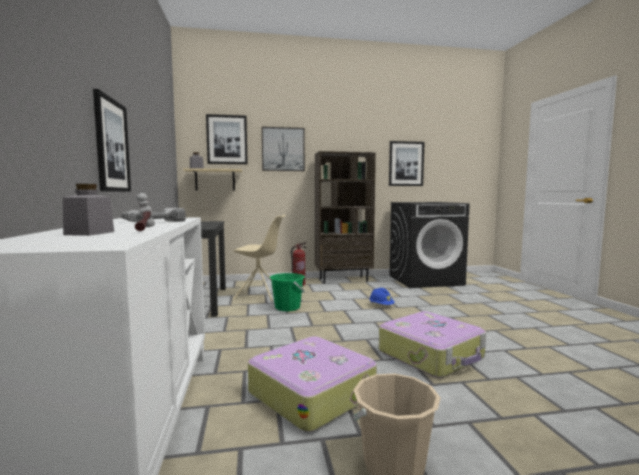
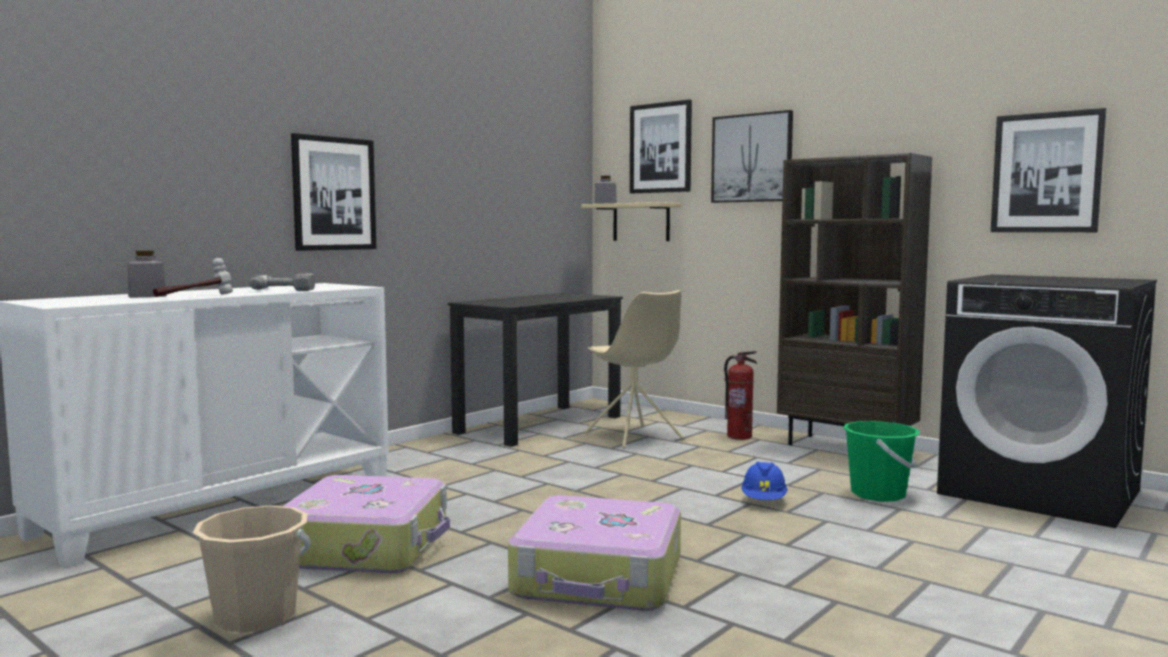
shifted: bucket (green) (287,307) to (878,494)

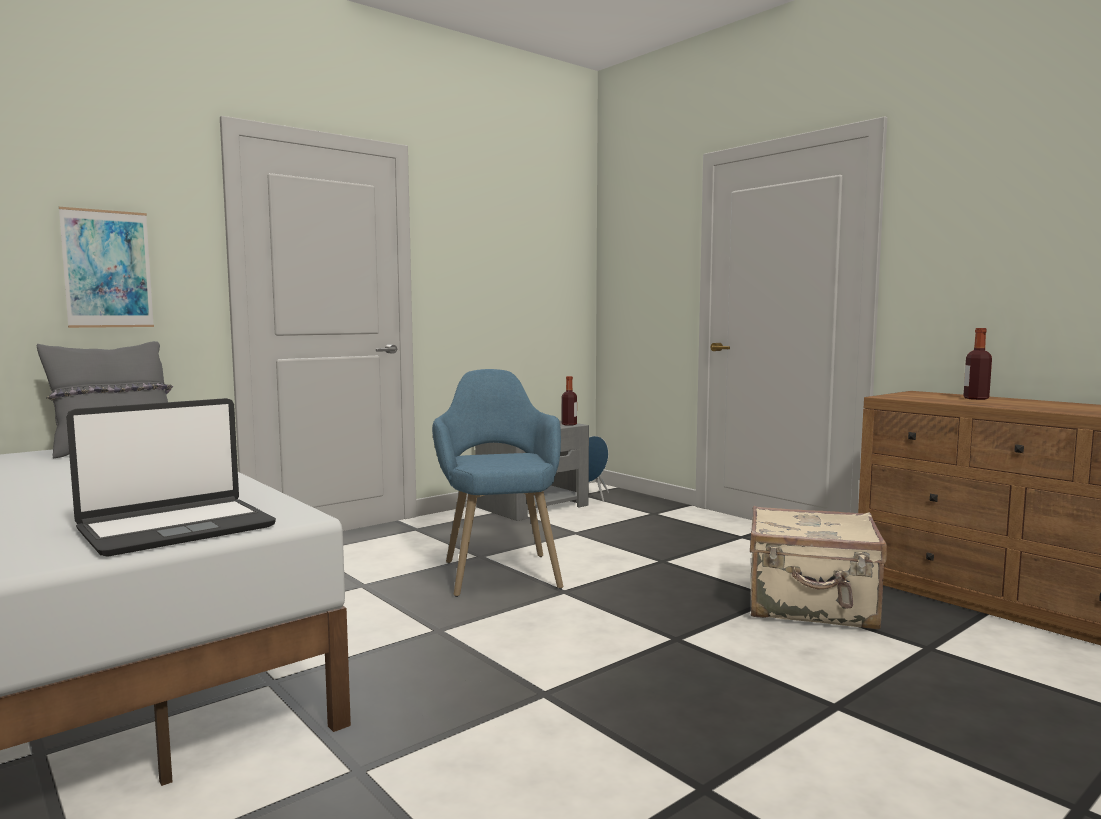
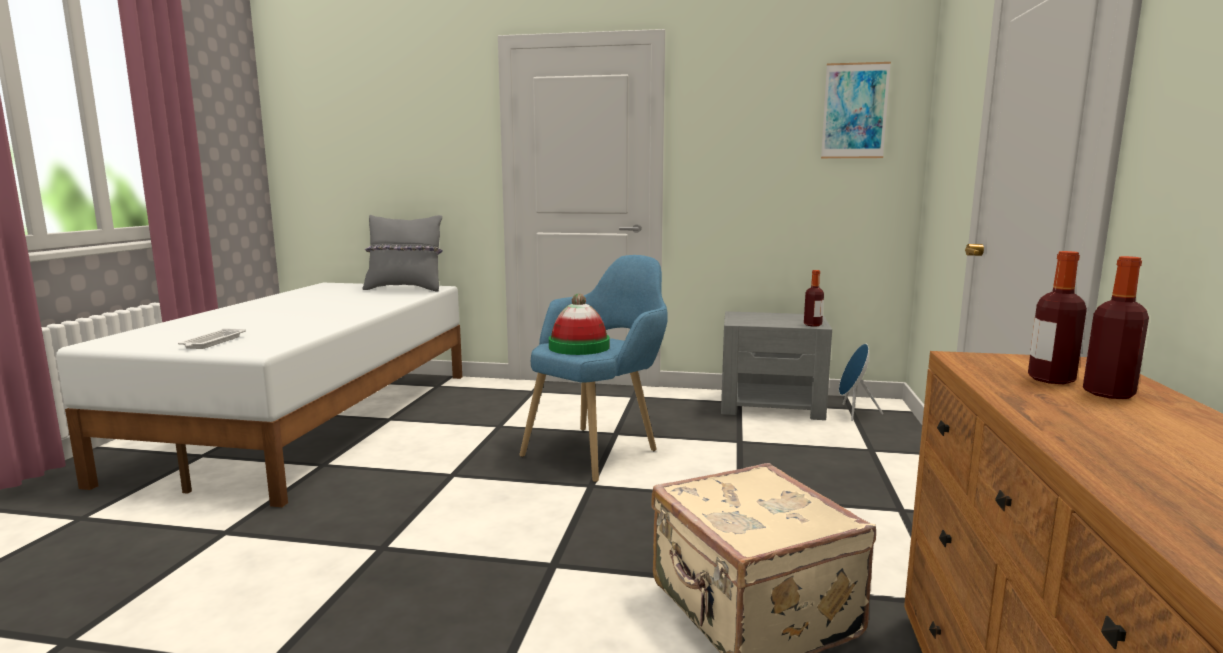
new: hat (579,347); bottle (1051,379)
shifted: picture (107,269) to (854,111)
swapped: laptop (176,528) to tray (white) (212,342)

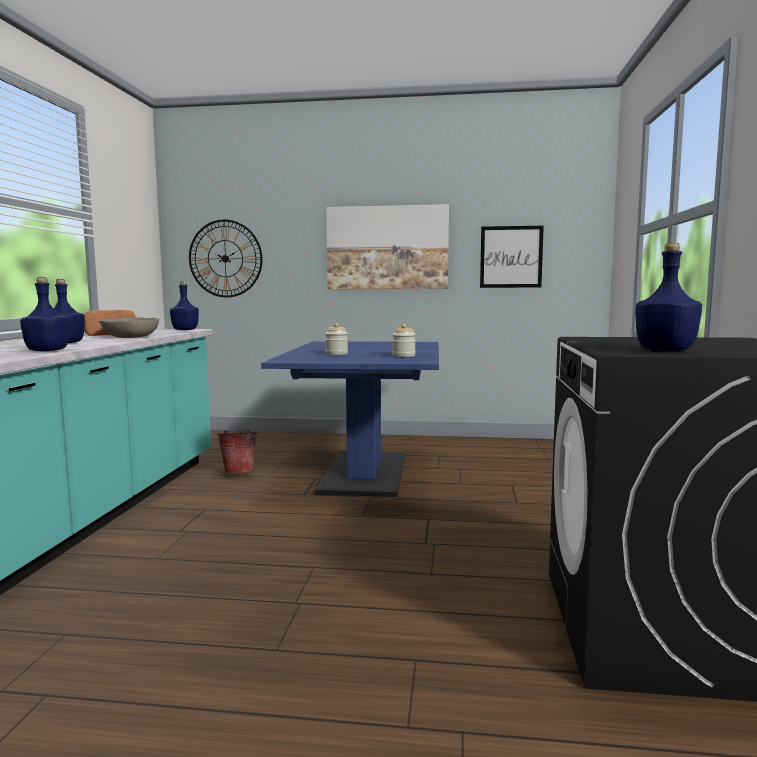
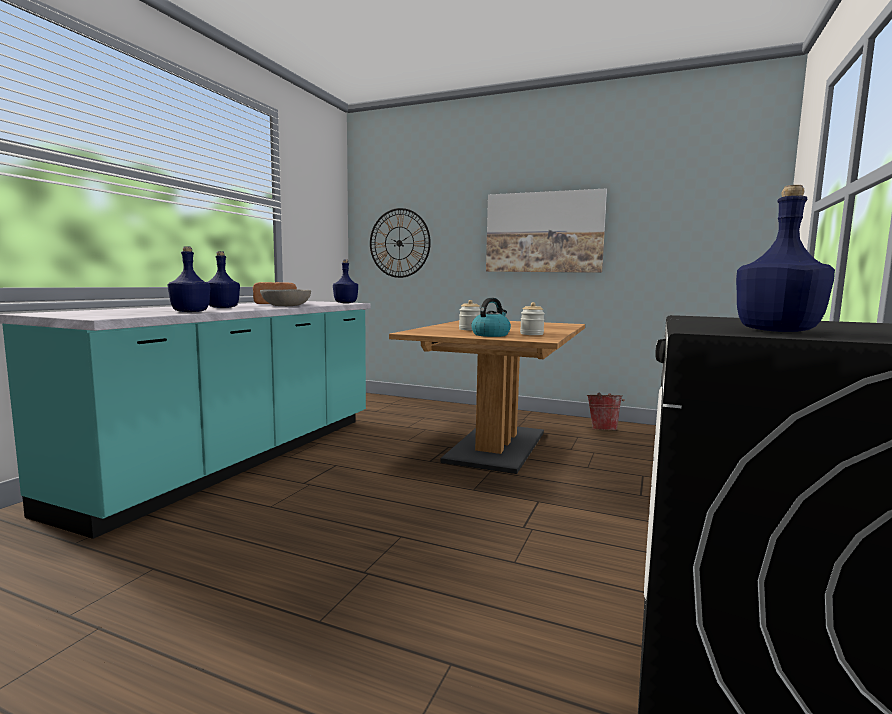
gone: picture (511,257)
new: kettle (491,335)
shifted: bucket (240,473) to (603,430)
repainted: dining table (blue) (365,473) to dining table (brown) (496,446)

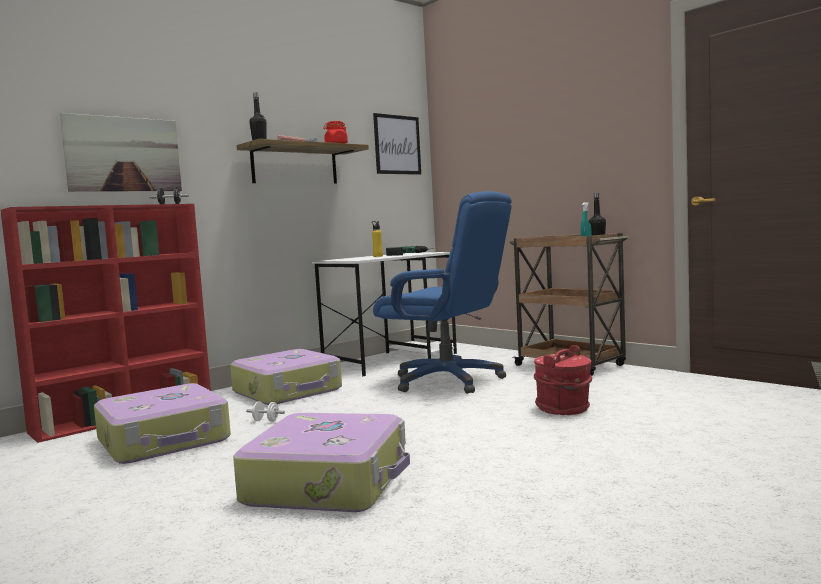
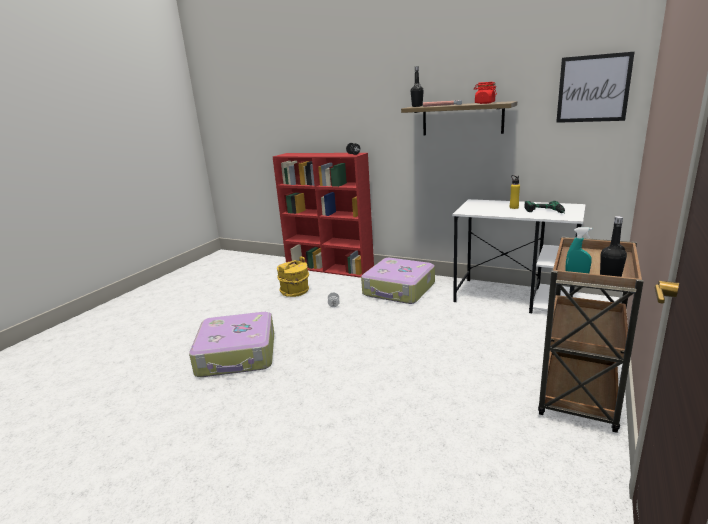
gone: picture (123,154); office chair (blue) (448,381); bucket (red) (564,409)
swapped: suitcase (165,440) to bucket (yellow) (295,291)

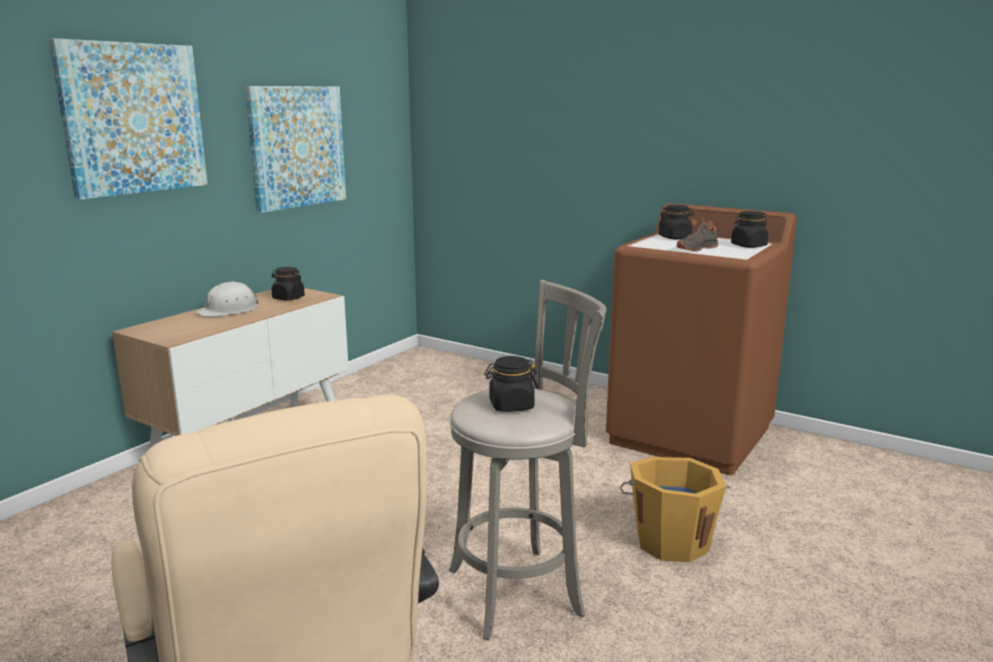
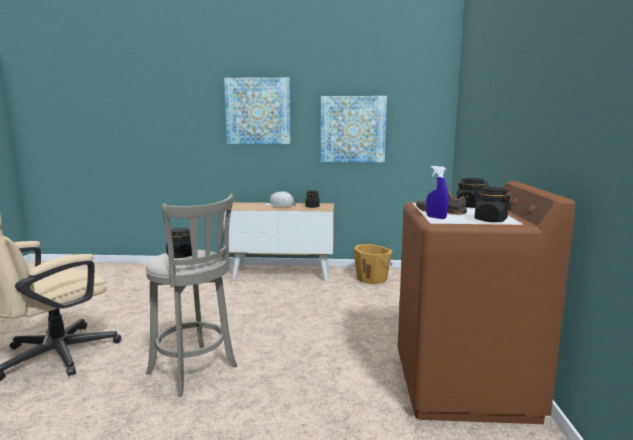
new: spray bottle (blue) (436,217)
shifted: bucket (orange) (671,540) to (372,278)

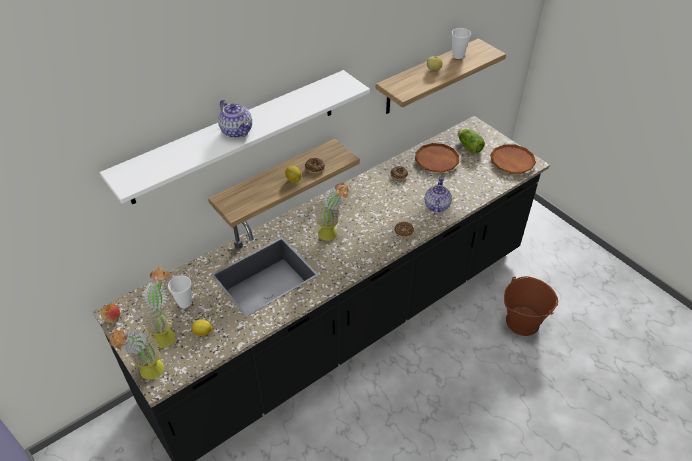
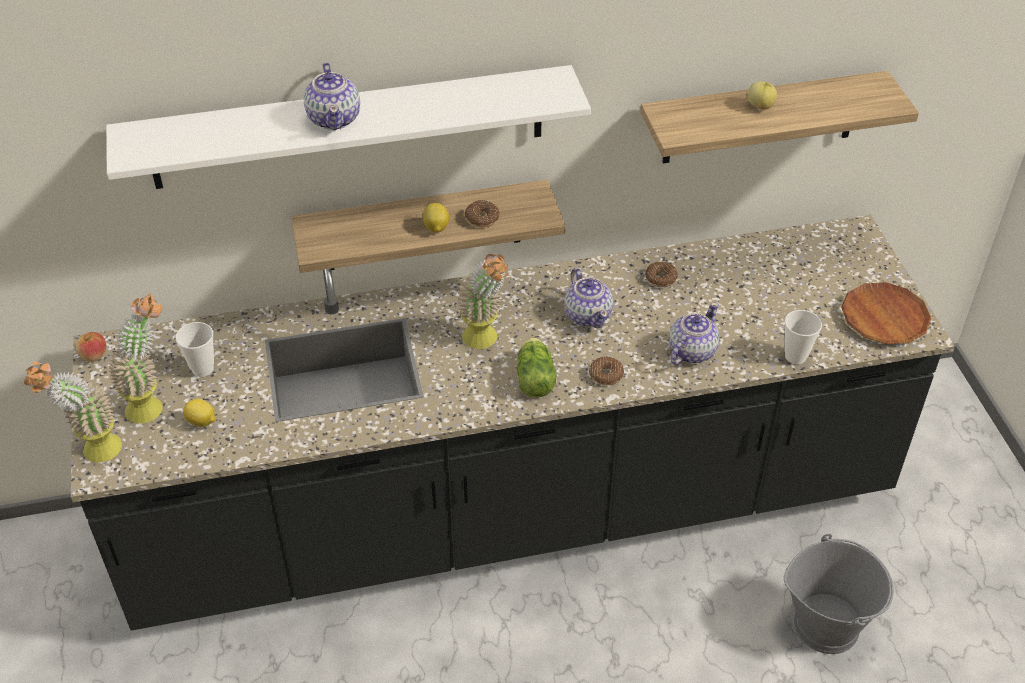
gone: plate (brown) (436,160)
new: teapot (588,315)
shifted: cup (458,56) to (795,356); lettuce (468,146) to (535,377)
repainted: bucket (brown) (522,321) to bucket (grey) (826,624)

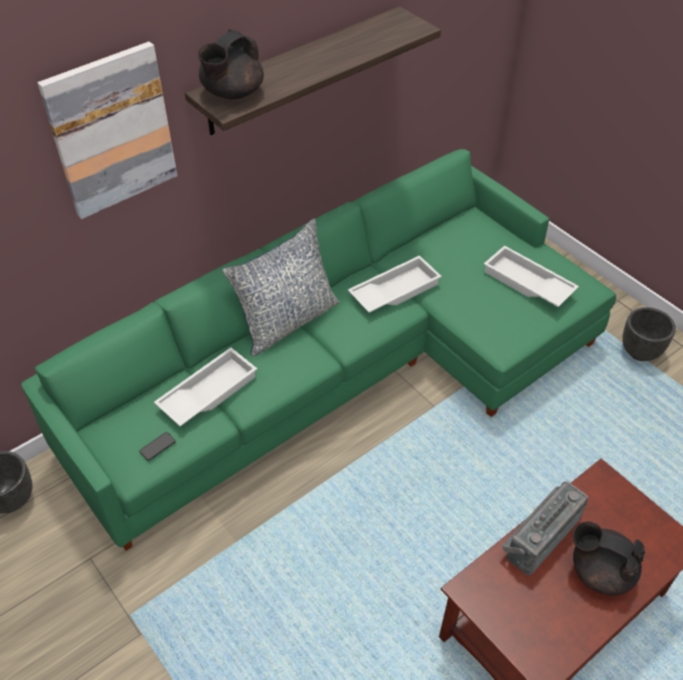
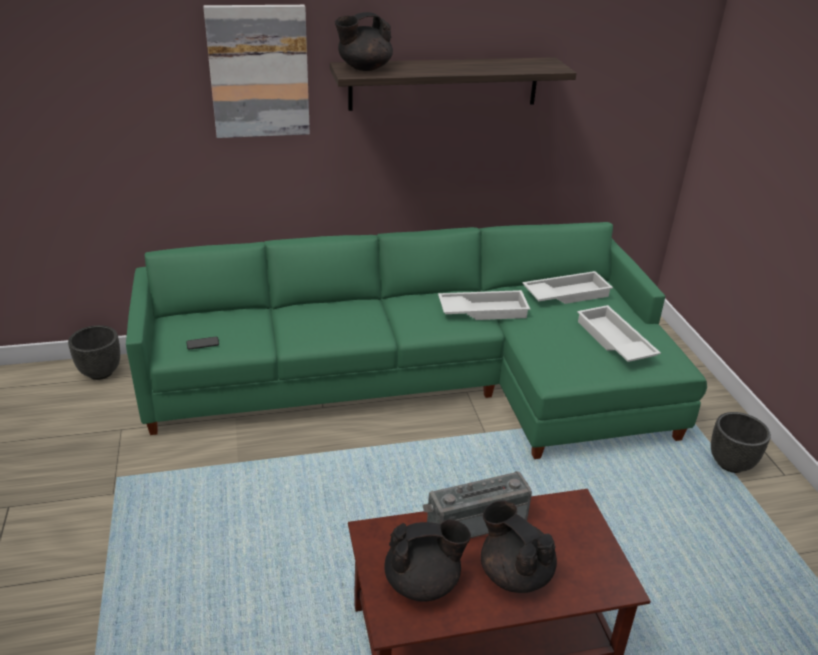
gone: pillow (286,321)
new: teapot (black) (423,582)
shifted: tray (white) (207,392) to (566,293)

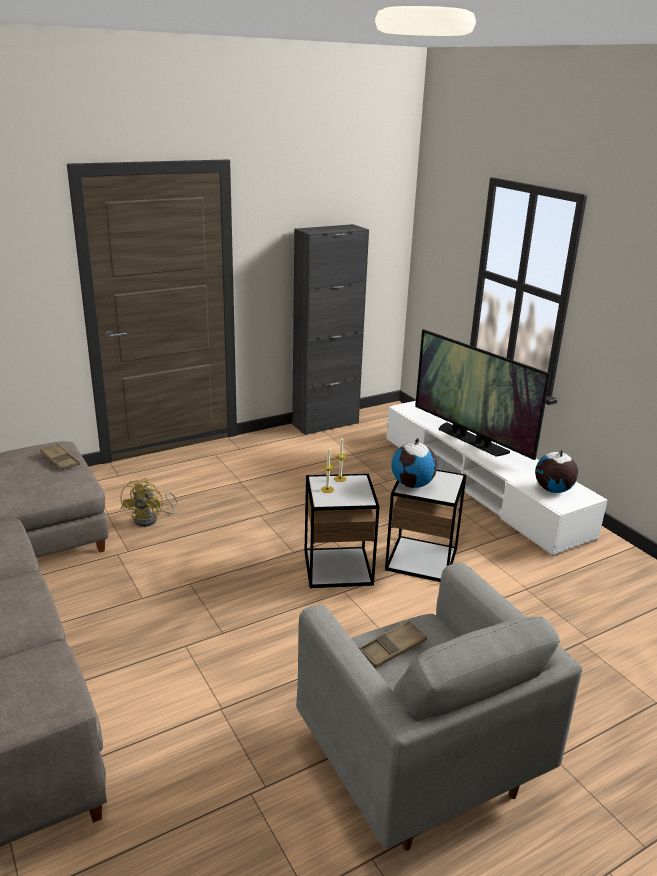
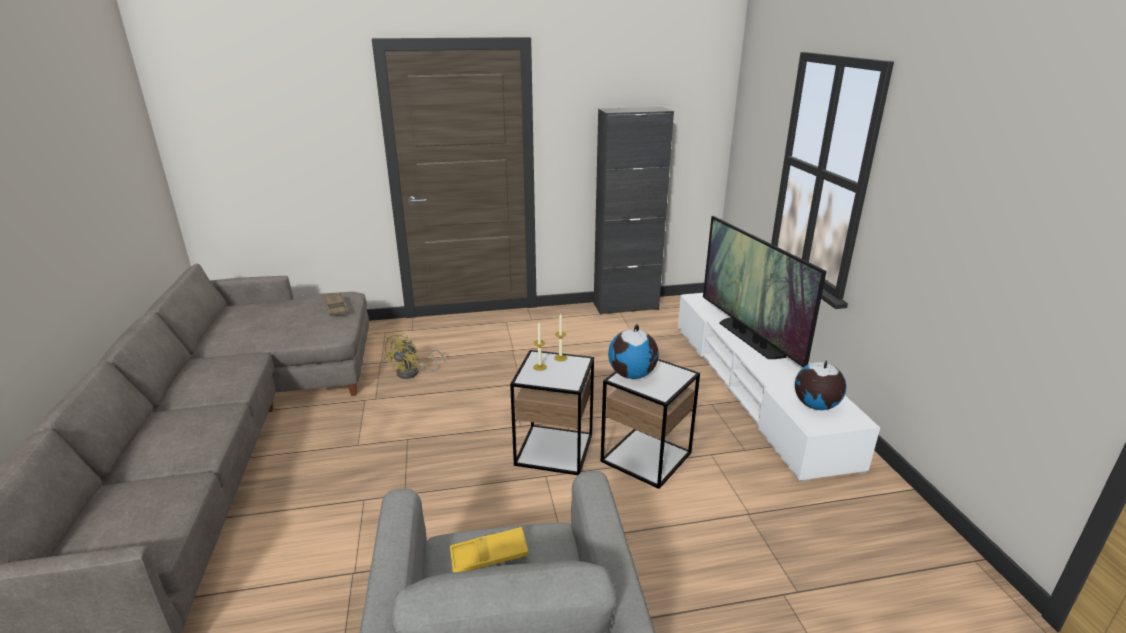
repainted: tray (brown) (392,648) to tray (yellow) (489,555)

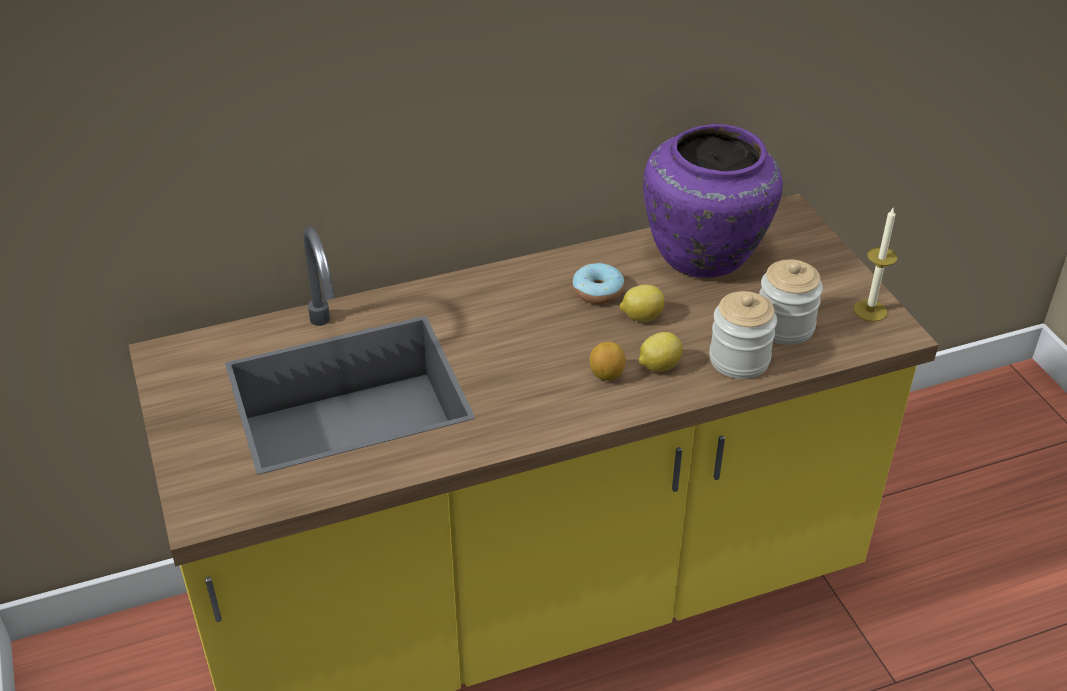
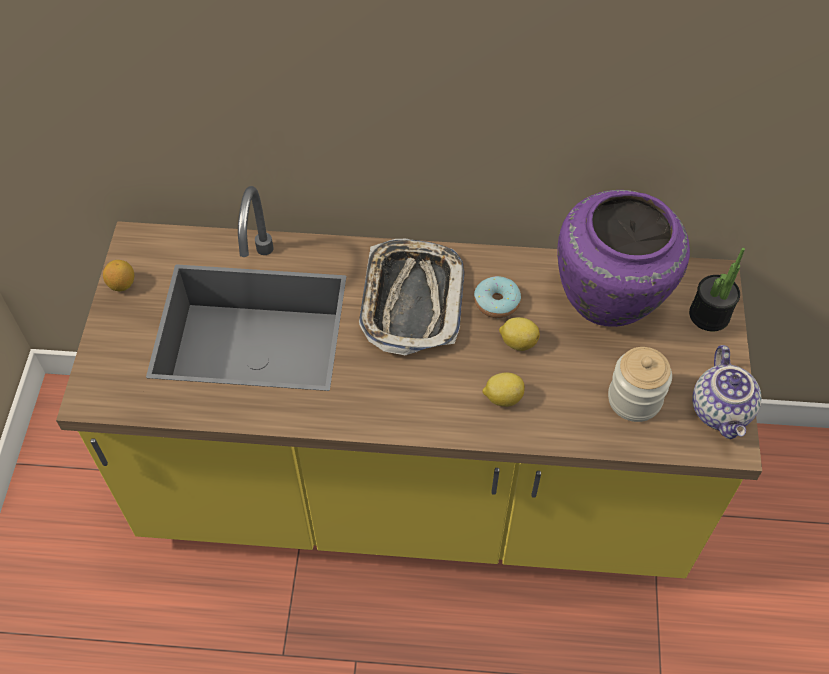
gone: jar (739,360)
new: tray (411,301); potted plant (709,315)
shifted: lemon (606,374) to (122,284)
swapped: candle (870,310) to teapot (722,411)

